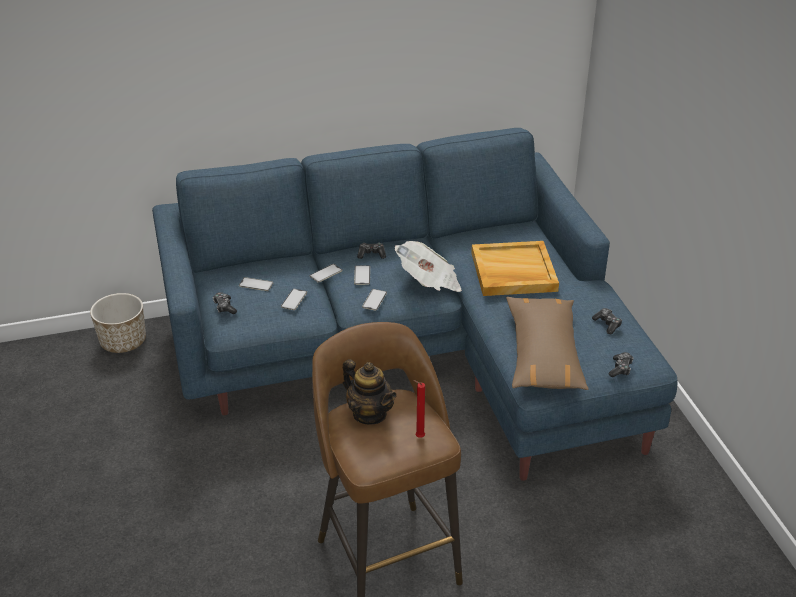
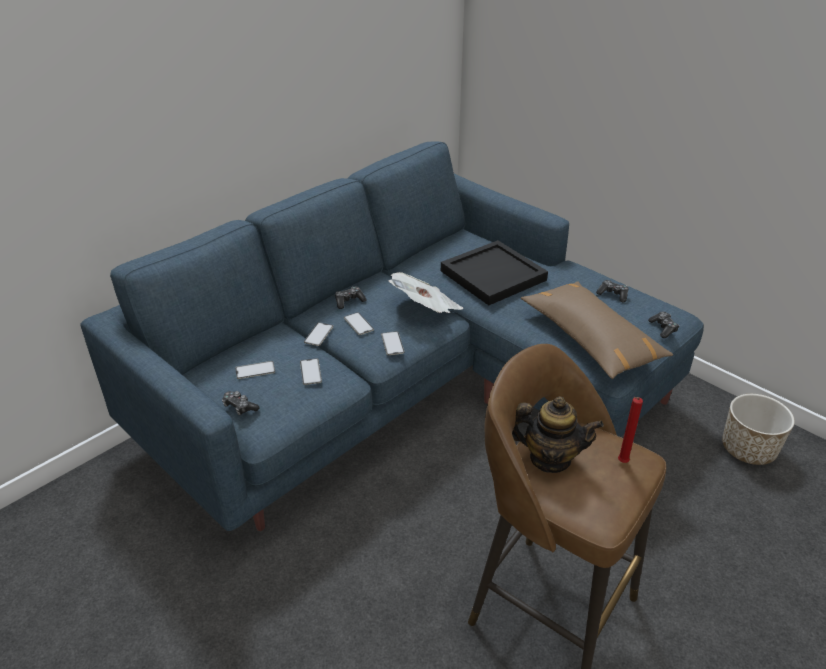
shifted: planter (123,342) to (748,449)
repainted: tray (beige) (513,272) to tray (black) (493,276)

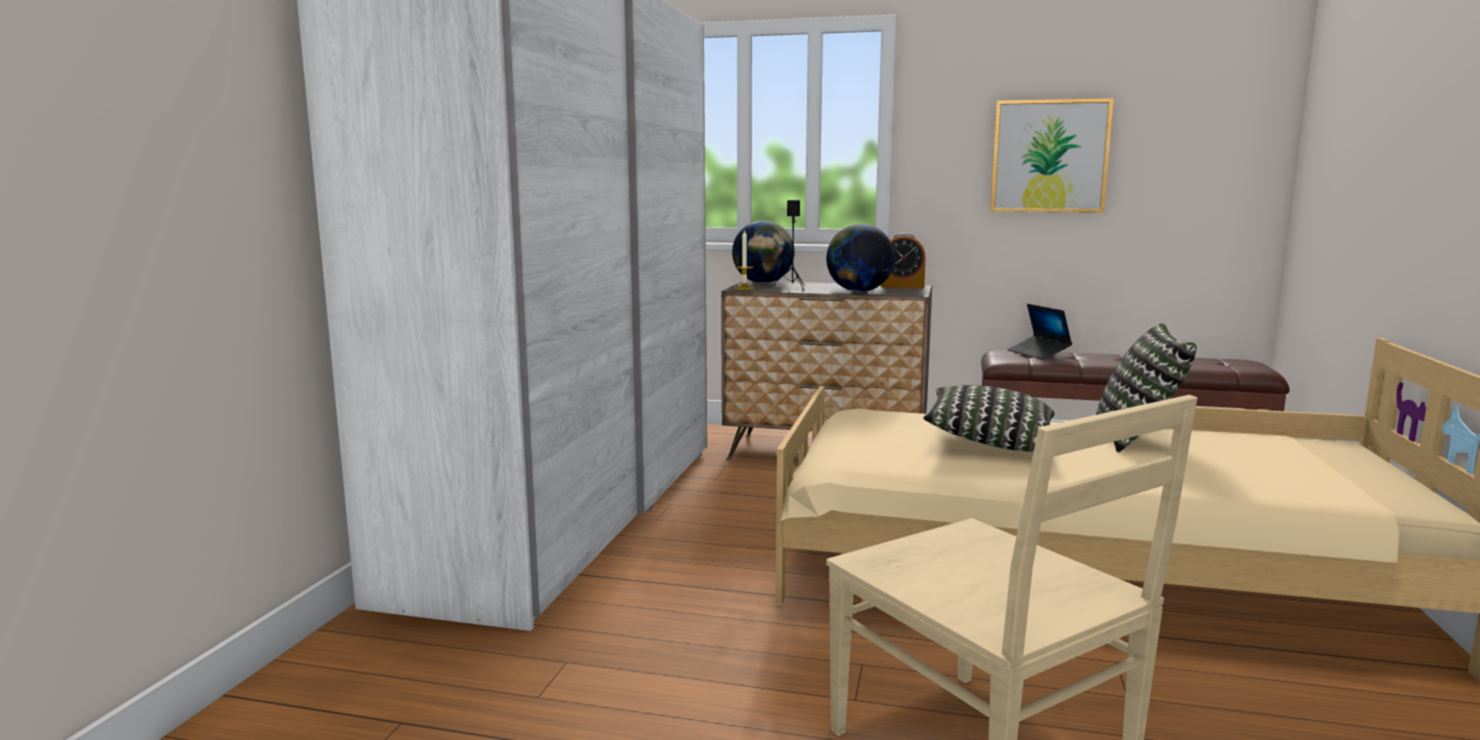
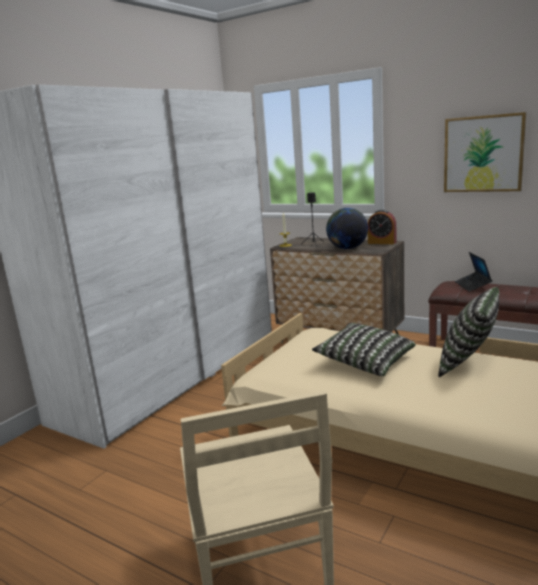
gone: globe (763,283)

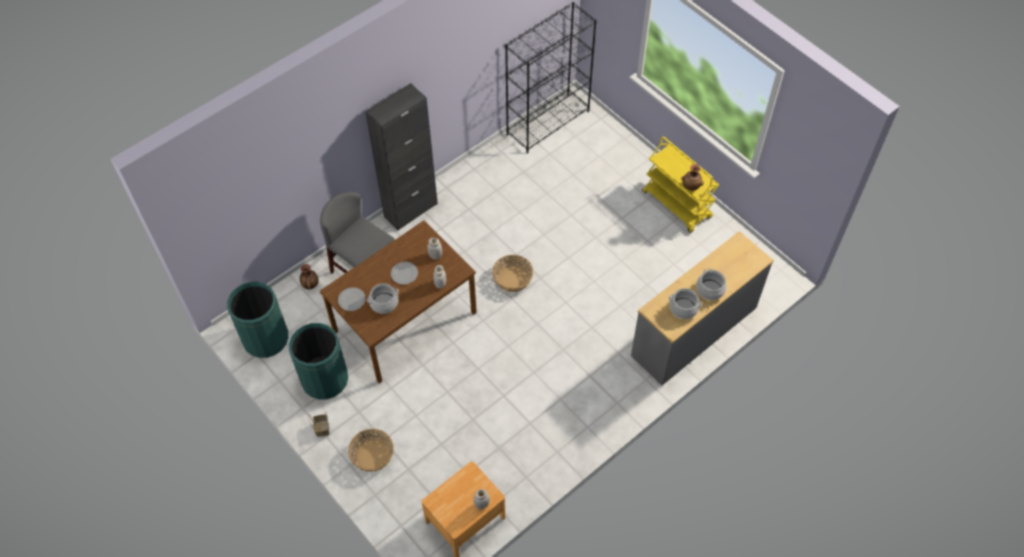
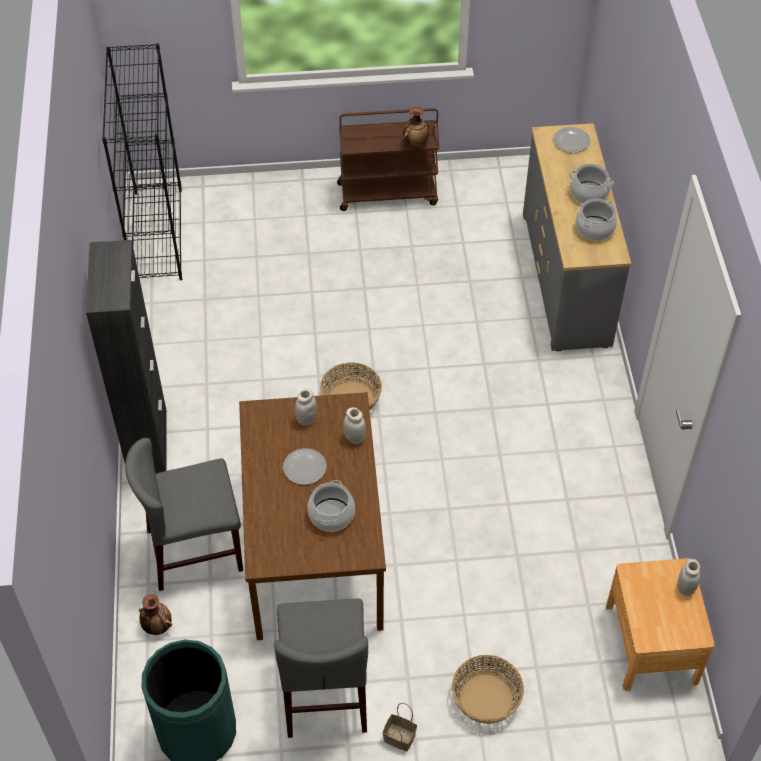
shifted: plate (352,299) to (571,141)
swapped: trash can (green) (324,379) to chair (grey) (325,692)
repainted: cart (yellow) (677,205) to cart (brown) (388,193)

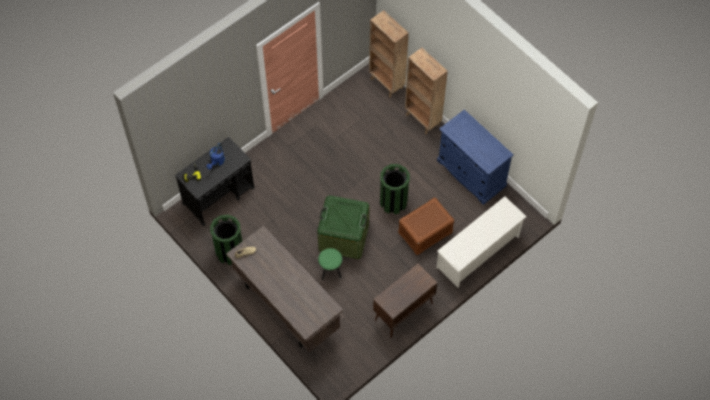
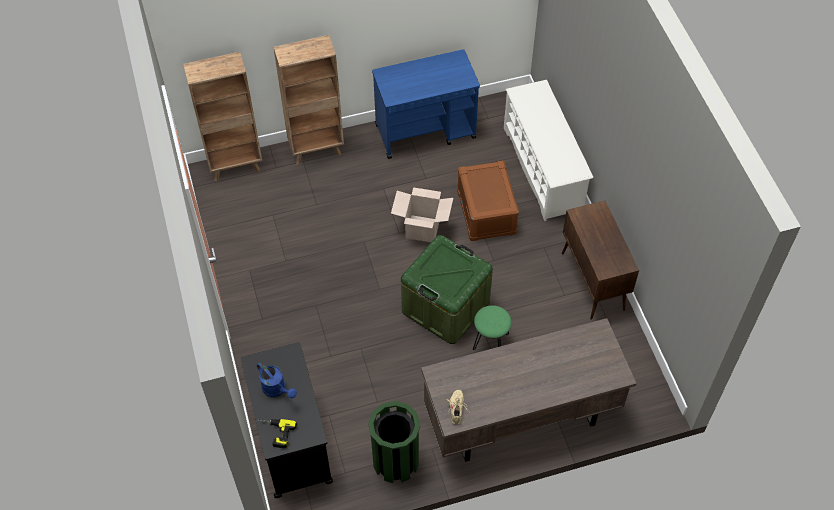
swapped: trash can (green) (393,202) to cardboard box (422,229); cabinet (blue) (471,173) to cart (blue) (426,131)

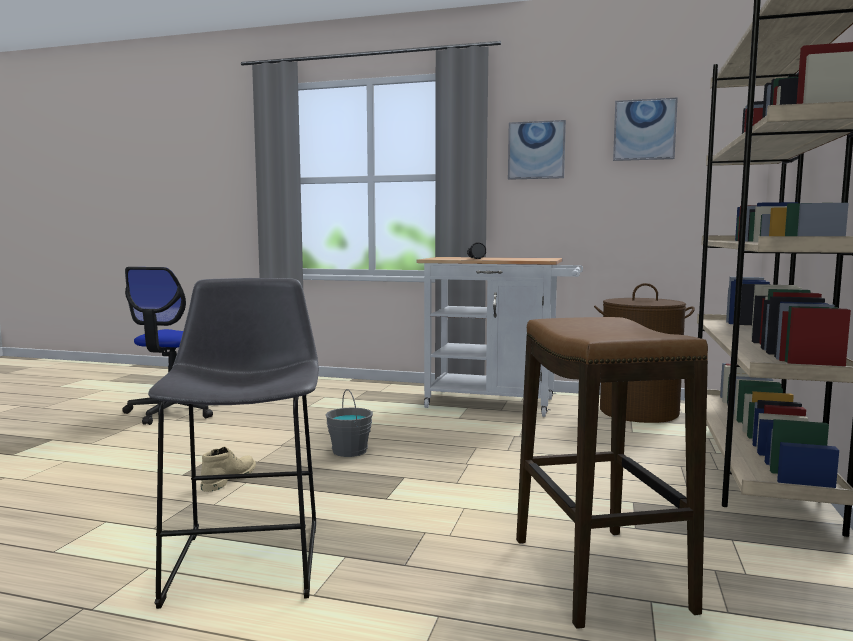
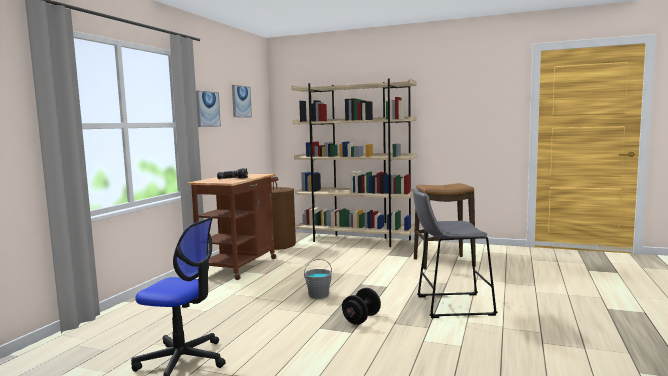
swapped: boot (beige) (228,479) to dumbbell (black) (361,319)
repainted: cart (white) (499,403) to cart (brown) (241,265)

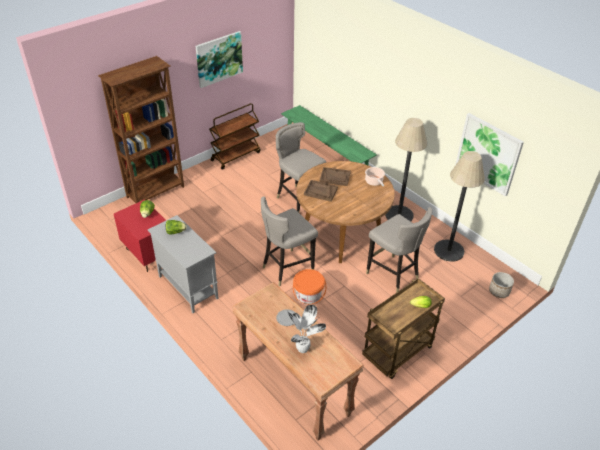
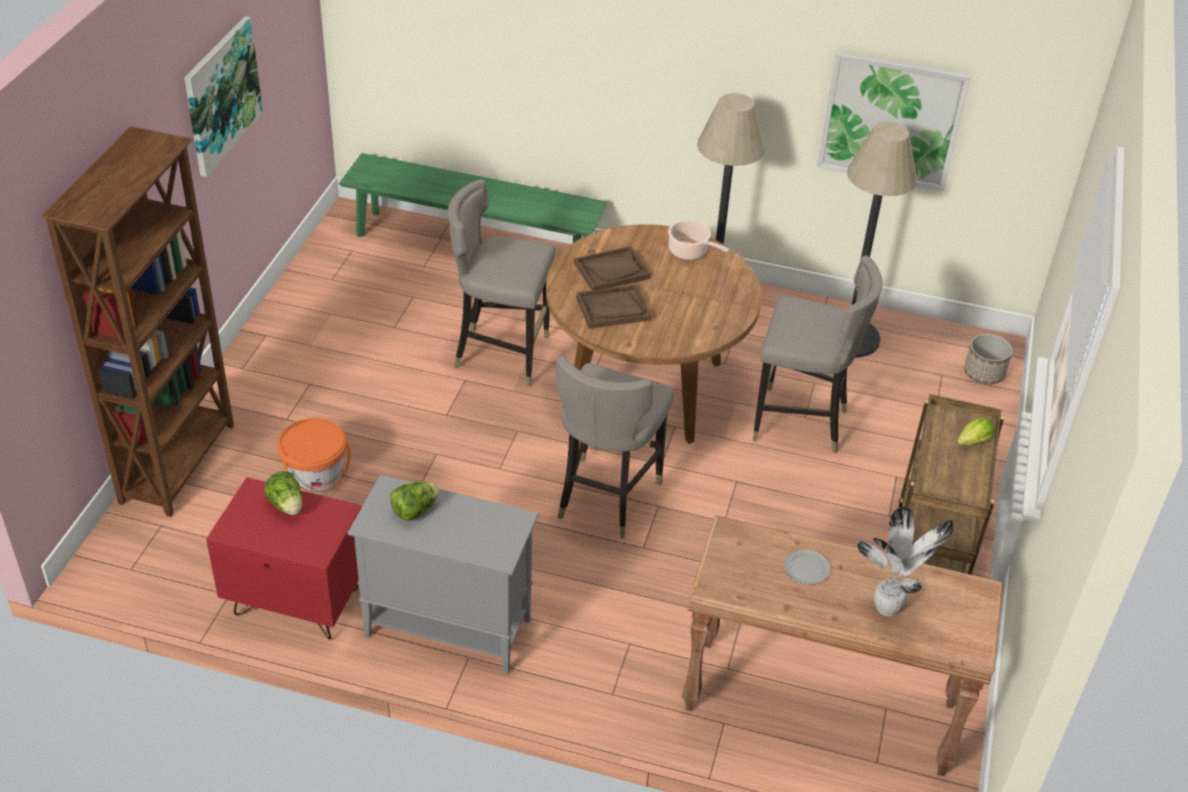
gone: cart (brown) (236,156)
shifted: bucket (orange) (308,296) to (316,477)

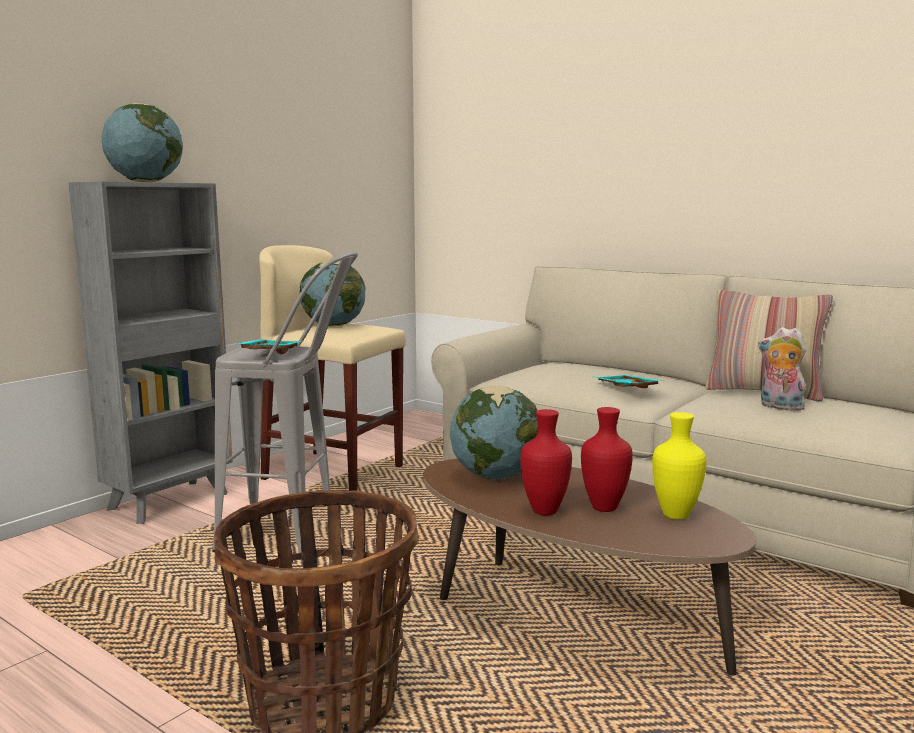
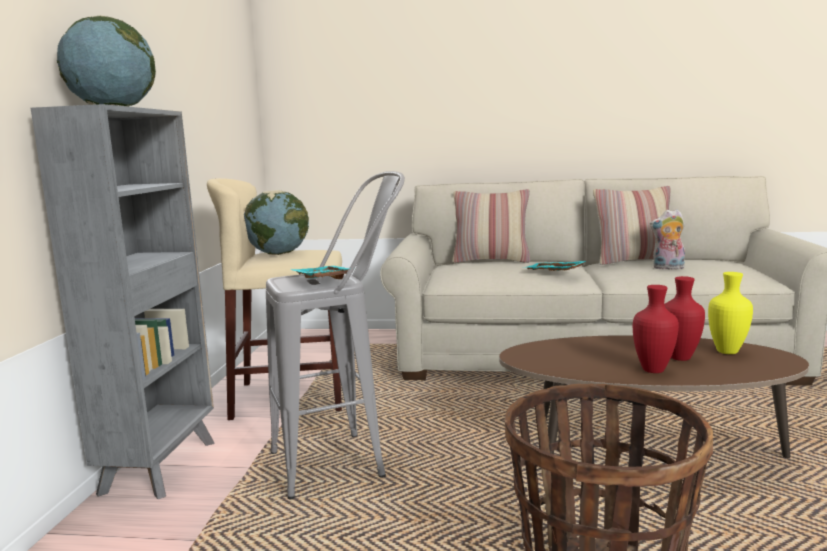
gone: globe (496,476)
new: pillow (491,260)

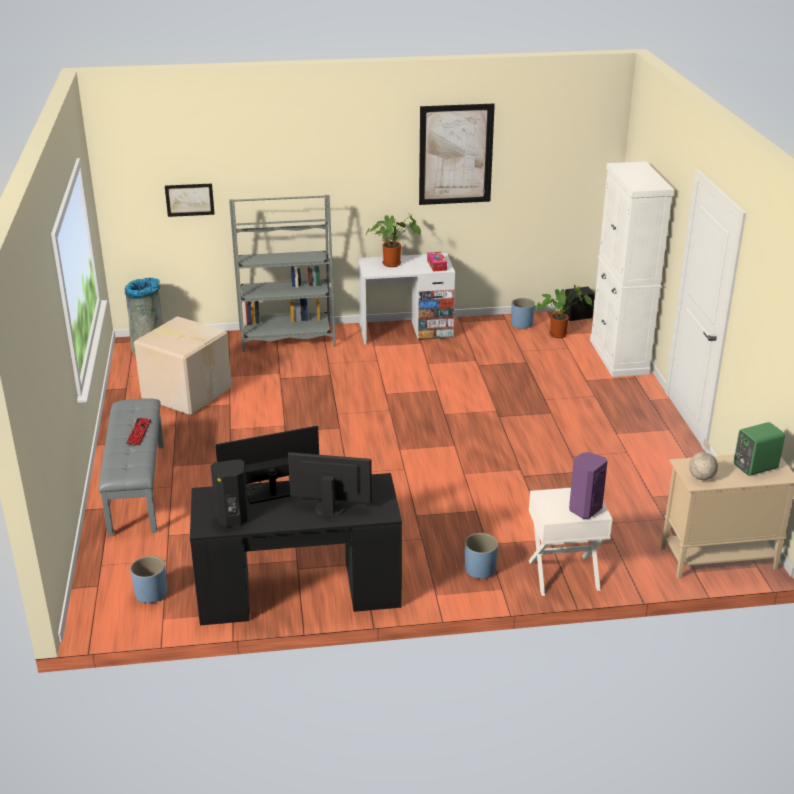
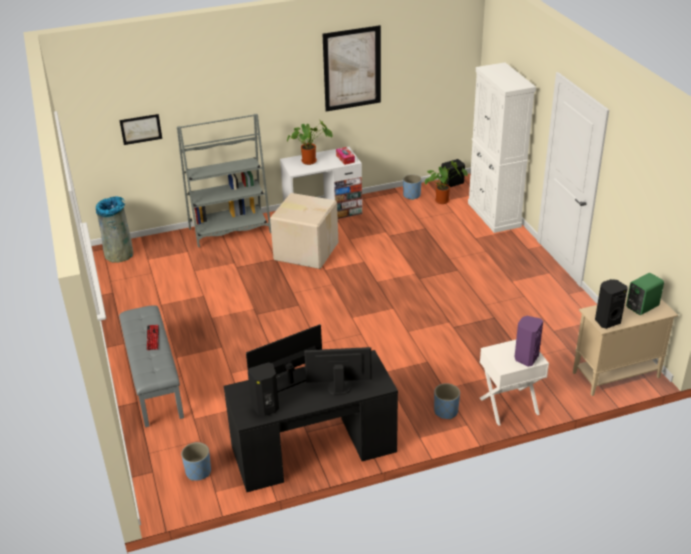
shifted: cardboard box (186,392) to (305,251)
swapped: globe (701,477) to speaker (black) (607,321)

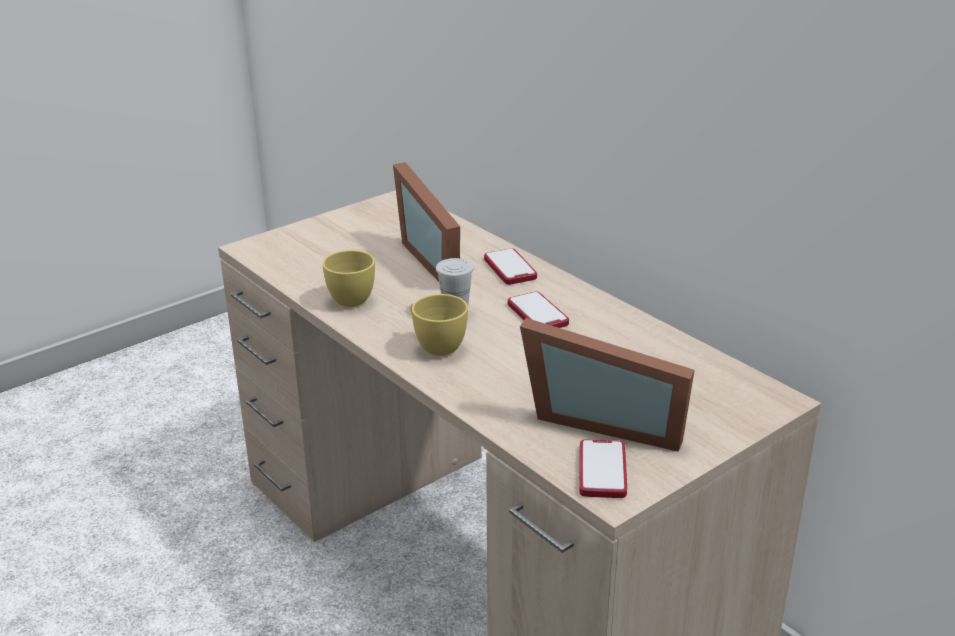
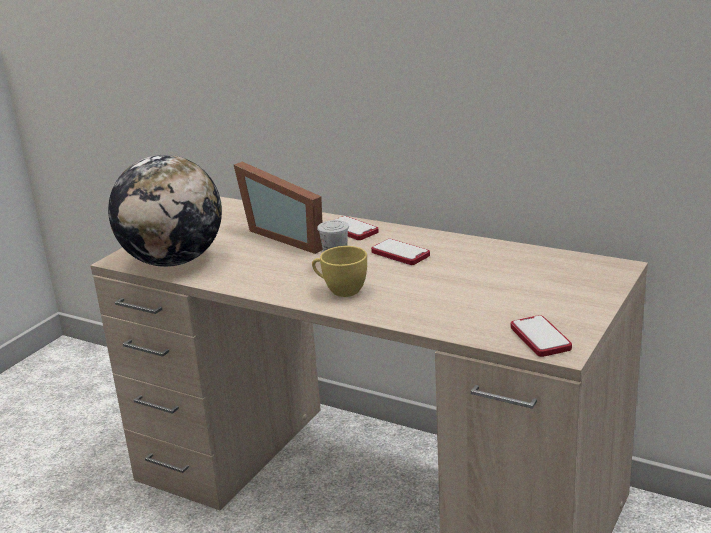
gone: cup (yellow) (355,297); picture frame (605,420)
new: globe (174,261)

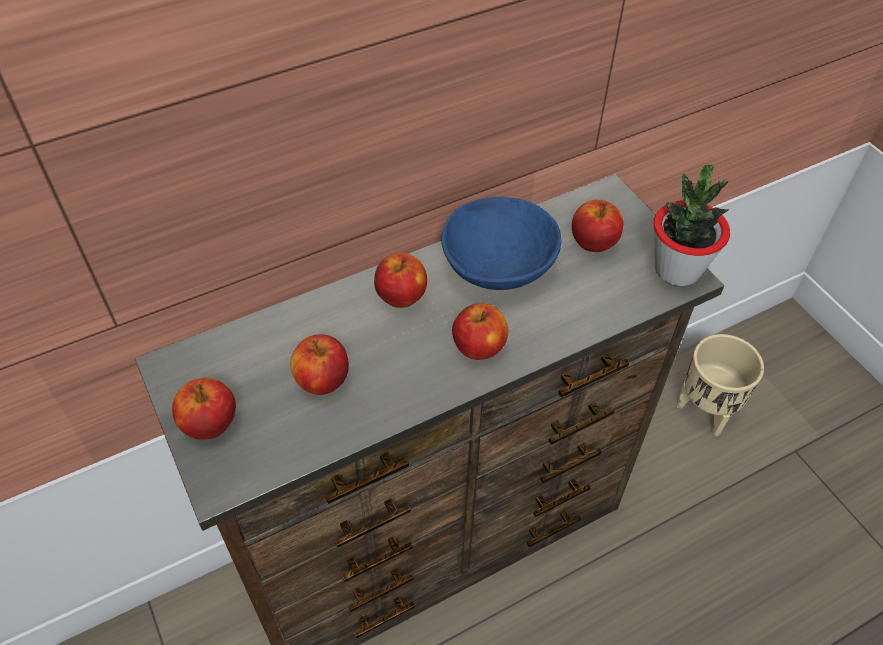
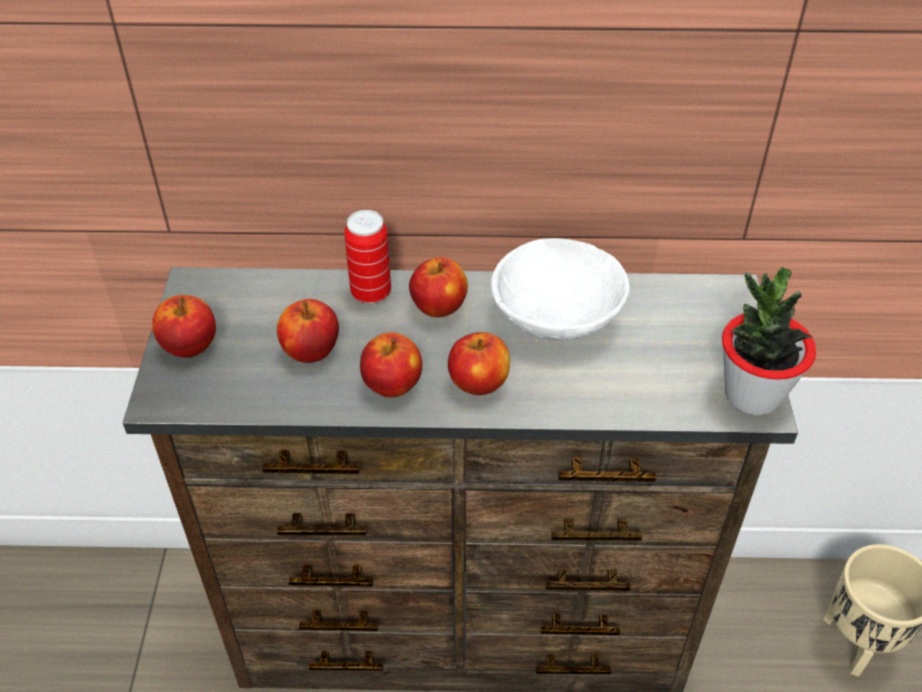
new: can (371,293)
shifted: apple (593,243) to (392,385)
repainted: bowl (blue) (500,266) to bowl (white) (559,317)

